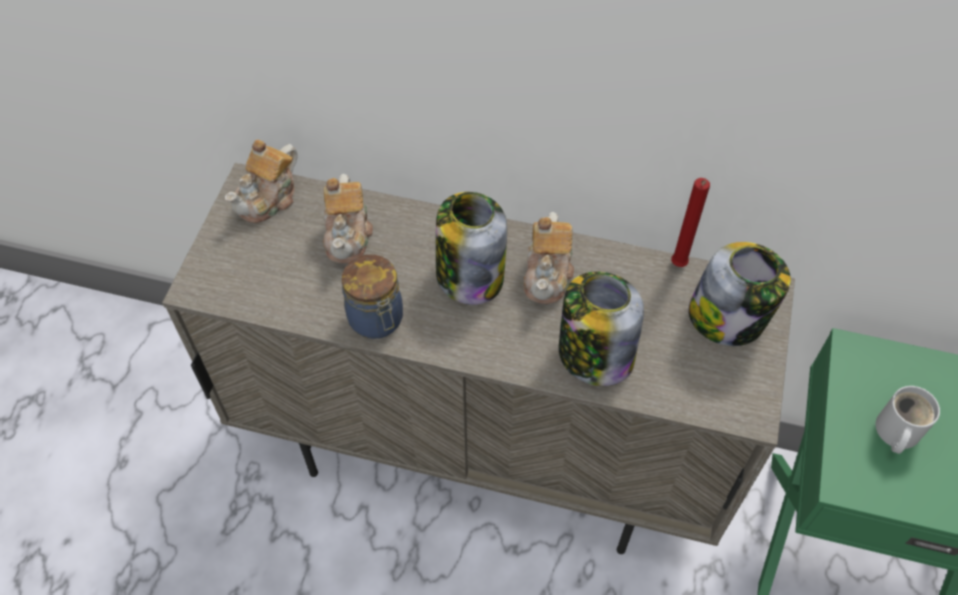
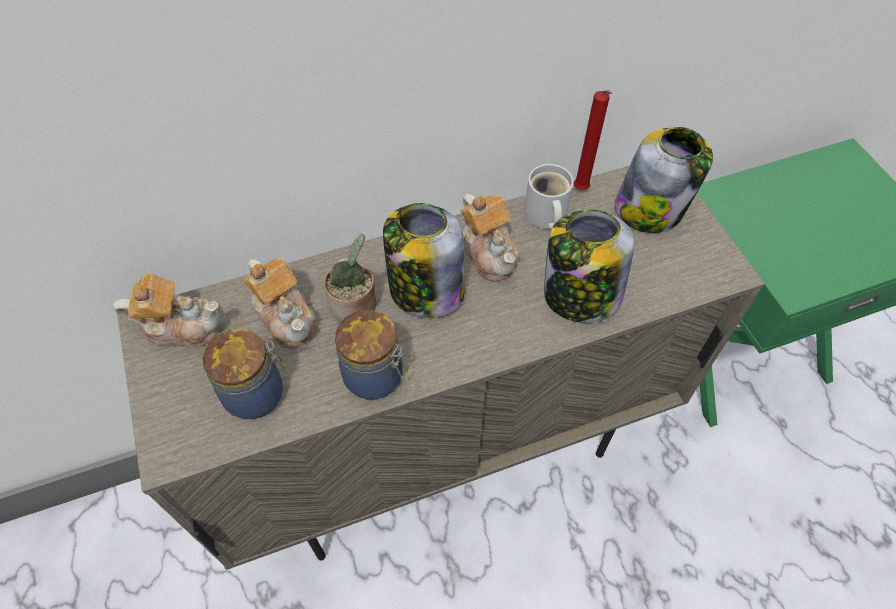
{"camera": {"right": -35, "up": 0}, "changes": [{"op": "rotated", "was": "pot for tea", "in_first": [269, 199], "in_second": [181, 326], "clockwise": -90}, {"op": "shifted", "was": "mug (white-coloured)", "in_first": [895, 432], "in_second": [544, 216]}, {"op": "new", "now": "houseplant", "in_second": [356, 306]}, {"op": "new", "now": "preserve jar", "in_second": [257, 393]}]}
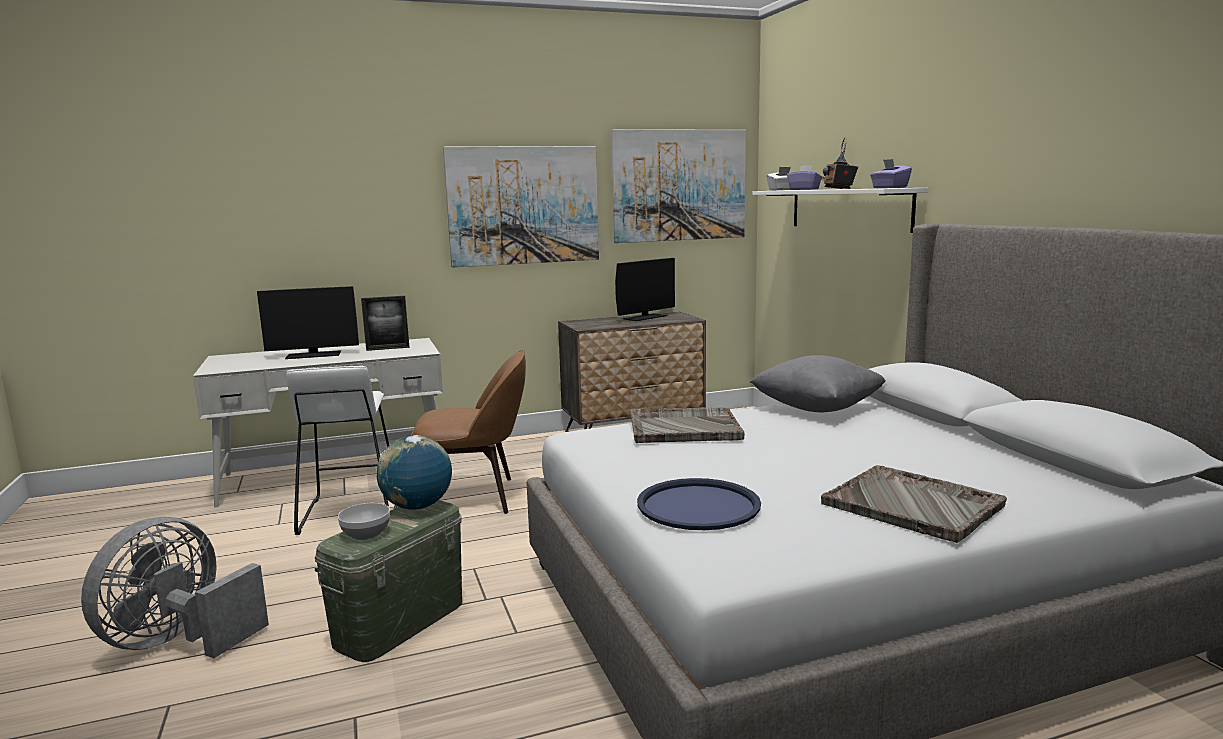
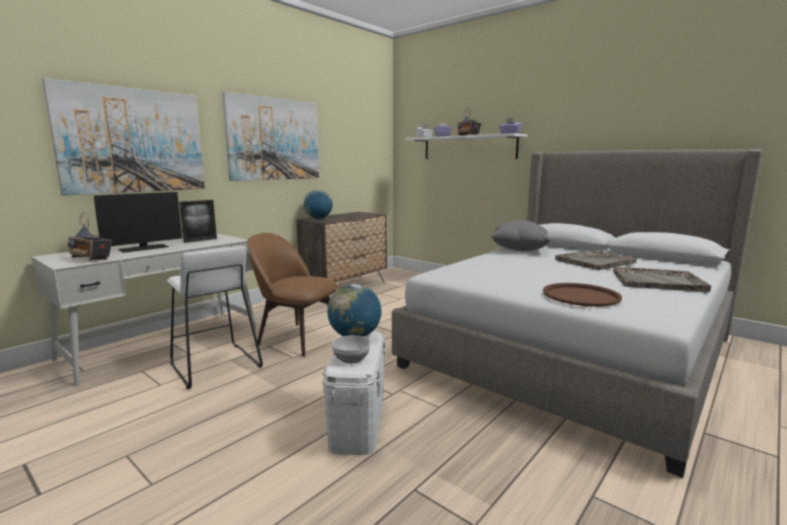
{"camera": {"right": -30, "up": 0}, "changes": [{"op": "shifted", "was": "wall picture", "in_first": [679, 185], "in_second": [133, 141]}, {"op": "gone", "was": "computer screen", "in_first": [645, 317]}, {"op": "rotated", "was": "chair (brown-coloured)", "in_first": [475, 497], "in_second": [296, 338], "clockwise": -120}, {"op": "shifted", "was": "carrying tray (gray)", "in_first": [683, 428], "in_second": [594, 261]}, {"op": "repainted", "was": "carrying tray (blue-coloured)", "now": "carrying tray (brown-coloured)", "in_first": [698, 506], "in_second": [581, 296]}, {"op": "repainted", "was": "storage container (green-coloured)", "now": "storage container (white-coloured)", "in_first": [400, 622], "in_second": [357, 423]}, {"op": "gone", "was": "fan (gray)", "in_first": [179, 641]}, {"op": "new", "now": "globe", "in_second": [318, 218]}, {"op": "new", "now": "radio", "in_second": [91, 259]}]}
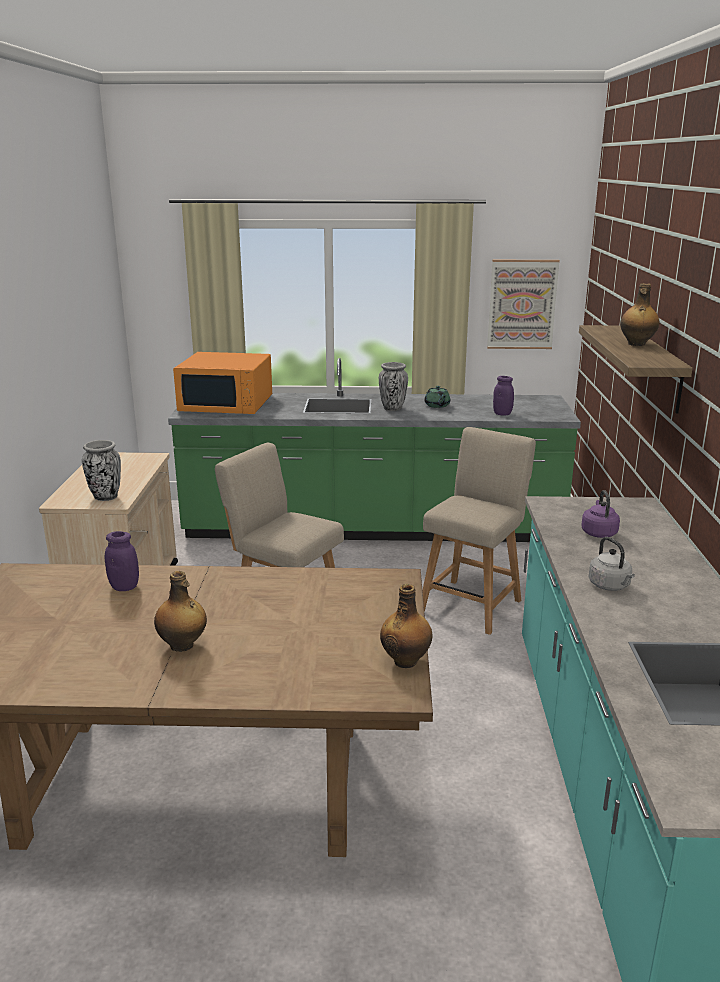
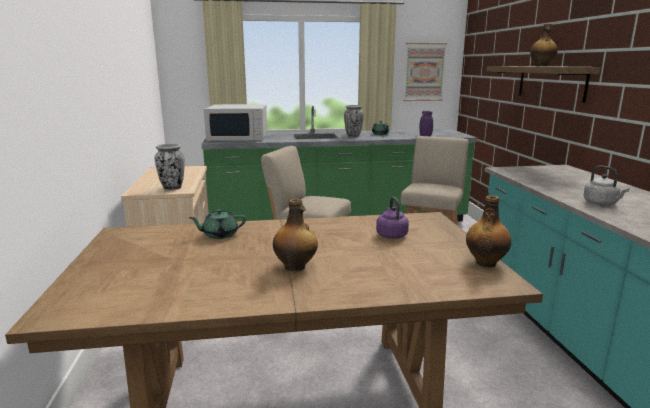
{"camera": {"right": -10, "up": -5}, "changes": [{"op": "repainted", "was": "microwave (orange-coloured)", "now": "microwave (white-coloured)", "in_first": [227, 404], "in_second": [239, 137]}, {"op": "shifted", "was": "kettle (purple)", "in_first": [598, 532], "in_second": [391, 235]}, {"op": "swapped", "was": "preserve jar (purple)", "now": "pot for tea (green-coloured)", "in_first": [124, 587], "in_second": [219, 235]}]}
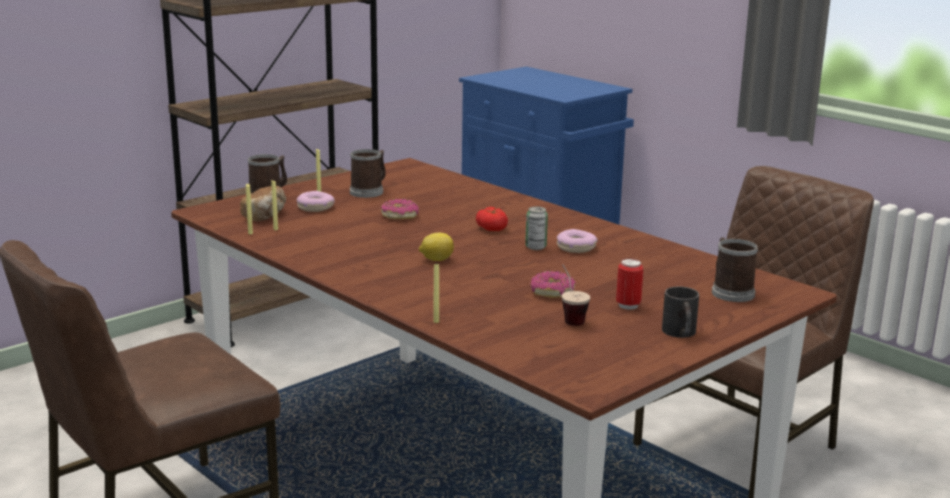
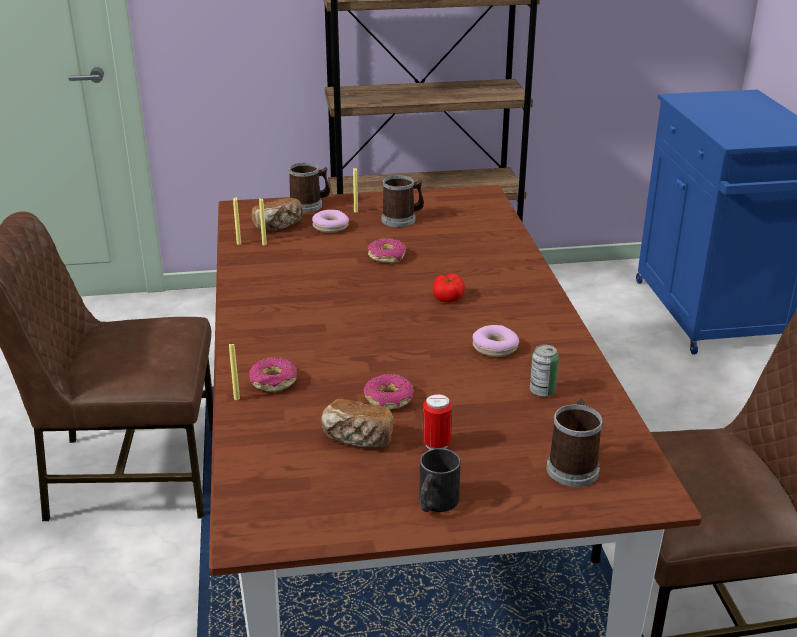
{"camera": {"right": 35, "up": 10}, "changes": [{"op": "shifted", "was": "metal can", "in_first": [535, 247], "in_second": [542, 391]}, {"op": "gone", "was": "lemon", "in_first": [436, 260]}, {"op": "swapped", "was": "drinking cup", "now": "baked bread", "in_first": [570, 318], "in_second": [357, 439]}, {"op": "new", "now": "donut", "in_second": [273, 381]}]}
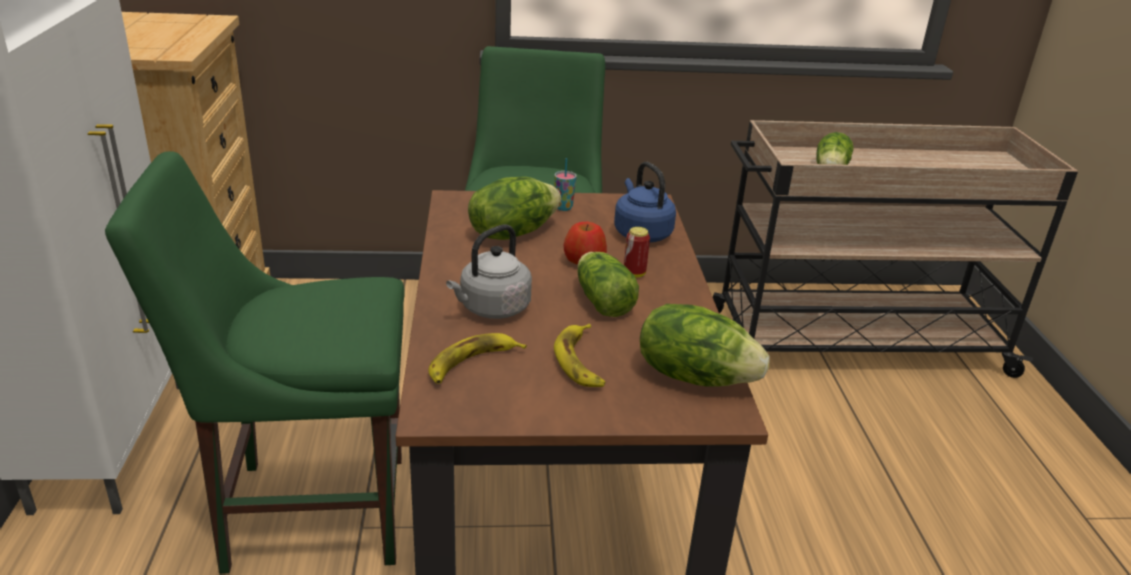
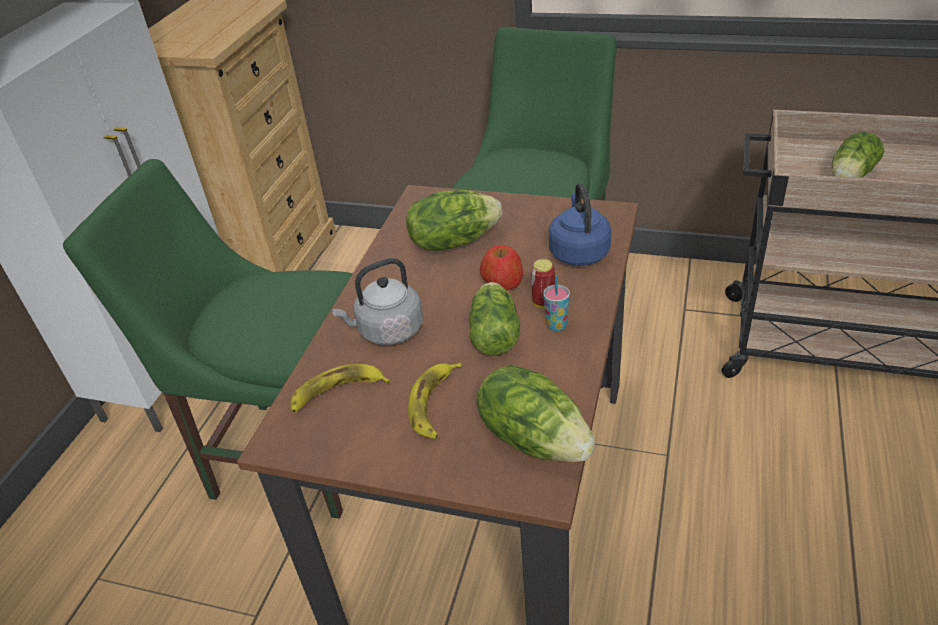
{"camera": {"right": 25, "up": 10}, "changes": [{"op": "shifted", "was": "drinking cup", "in_first": [563, 208], "in_second": [556, 325]}]}
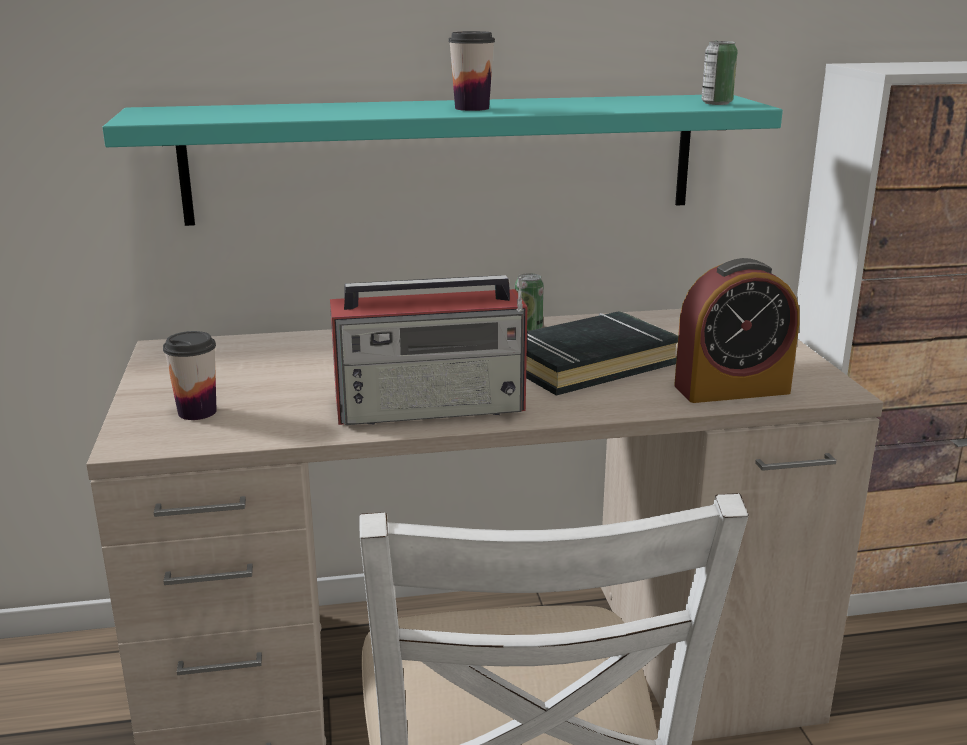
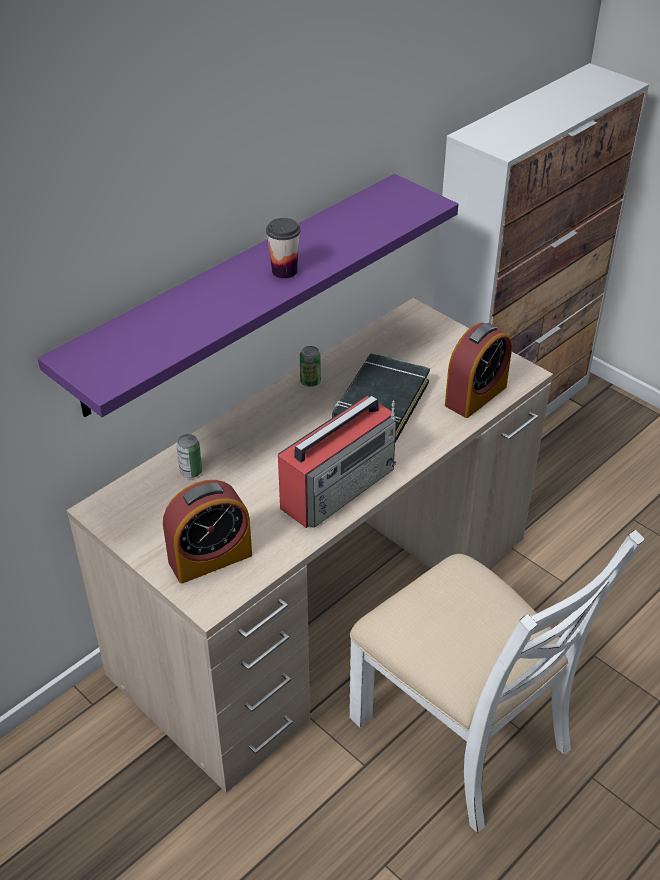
{"camera": {"right": -35, "up": 20}, "changes": [{"op": "shifted", "was": "metal can", "in_first": [716, 103], "in_second": [191, 472]}, {"op": "repainted", "was": "bracket shelf (turquoise-coloured)", "now": "bracket shelf (purple)", "in_first": [443, 158], "in_second": [238, 291]}, {"op": "swapped", "was": "drinking cup", "now": "table clock", "in_first": [197, 412], "in_second": [210, 558]}]}
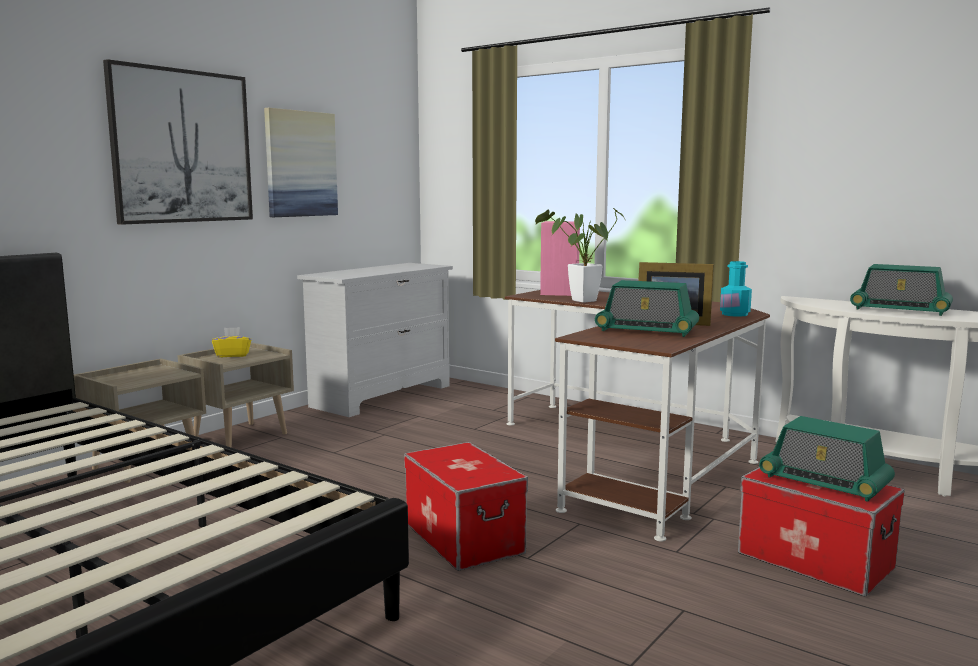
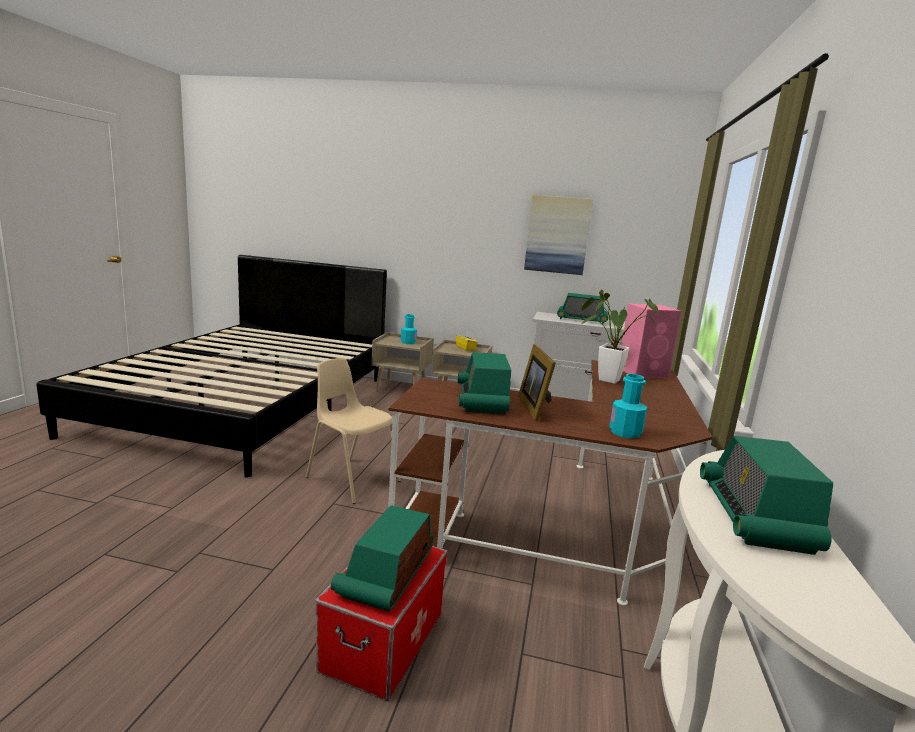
{"camera": {"right": 65, "up": 5}, "changes": [{"op": "gone", "was": "wall picture", "in_first": [182, 146]}, {"op": "swapped", "was": "storage container", "now": "chair (sand-coloured)", "in_first": [463, 538], "in_second": [352, 479]}, {"op": "new", "now": "radio", "in_second": [581, 320]}, {"op": "new", "now": "beverage bottle (turquoise-coloured)", "in_second": [408, 342]}]}
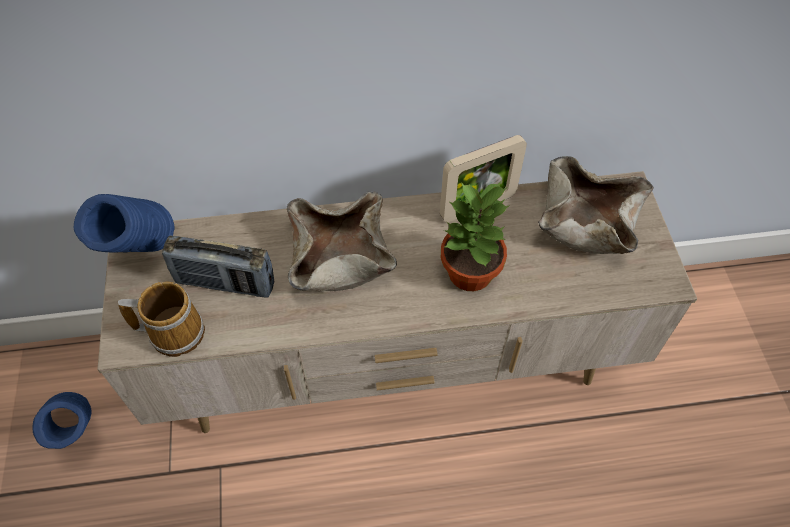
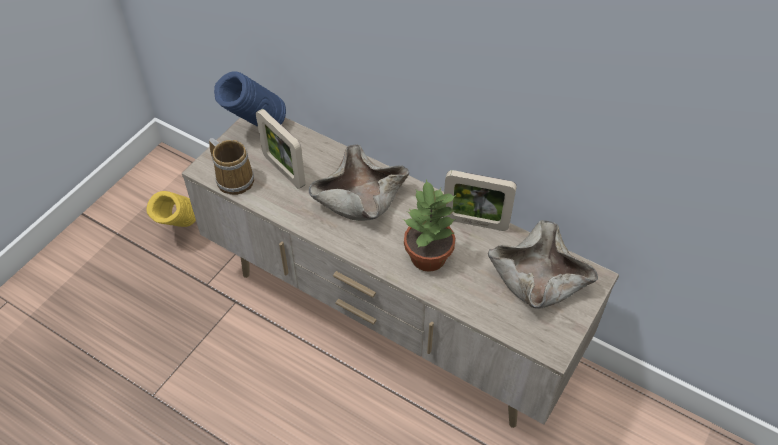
{"camera": {"right": 40, "up": -5}, "changes": [{"op": "swapped", "was": "radio", "now": "standing frame", "in_first": [225, 283], "in_second": [284, 171]}, {"op": "repainted", "was": "flower vase (blue-coloured)", "now": "flower vase (yellow)", "in_first": [80, 435], "in_second": [180, 230]}]}
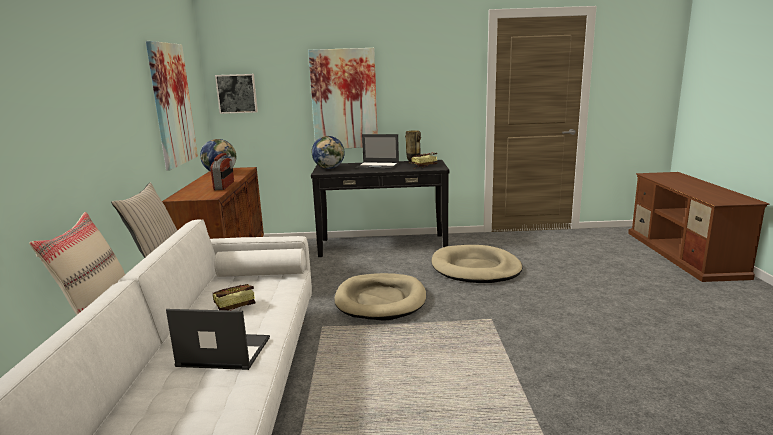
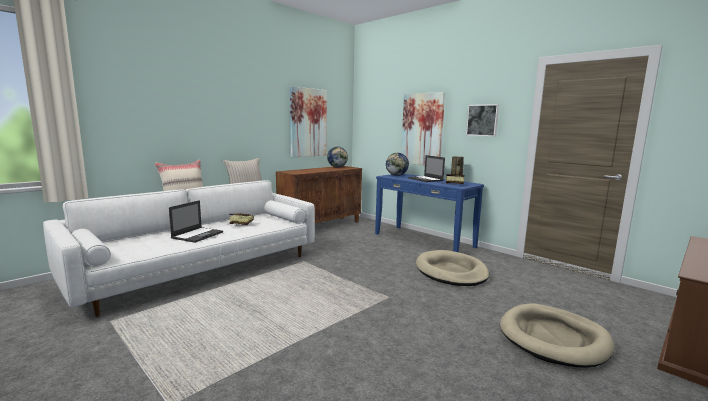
{"camera": {"right": 45, "up": -5}, "changes": [{"op": "shifted", "was": "wall picture", "in_first": [237, 93], "in_second": [482, 120]}, {"op": "gone", "was": "radio", "in_first": [224, 186]}, {"op": "repainted", "was": "hall table (blackish)", "now": "hall table (blue-coloured)", "in_first": [382, 245], "in_second": [423, 240]}, {"op": "shifted", "was": "dog cushion (sand-coloured)", "in_first": [380, 300], "in_second": [554, 338]}, {"op": "rotated", "was": "laptop", "in_first": [223, 352], "in_second": [198, 235], "clockwise": 60}]}
